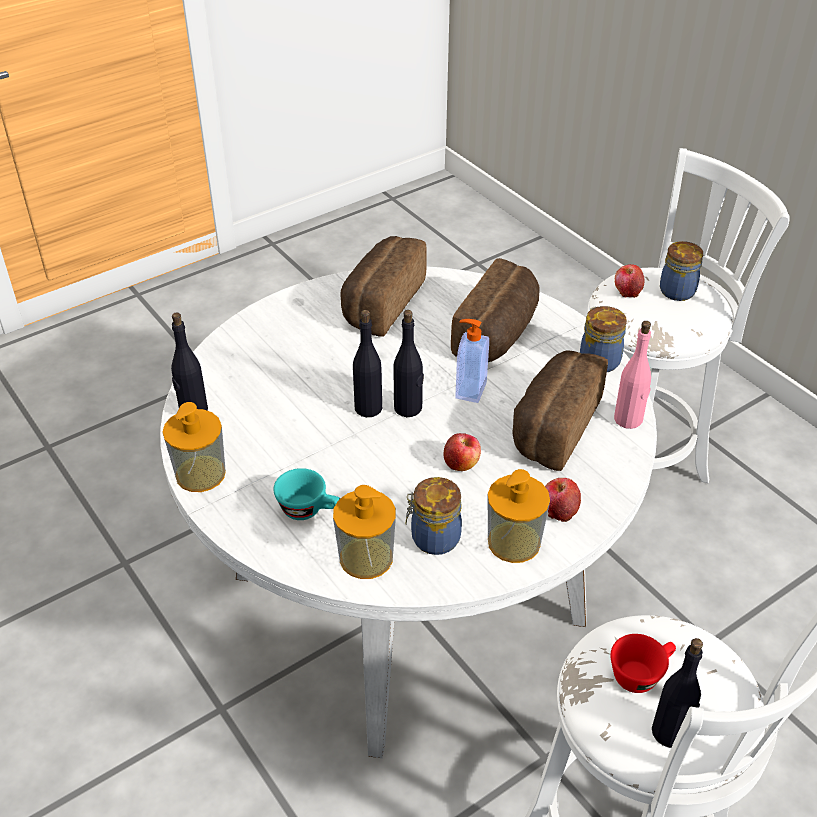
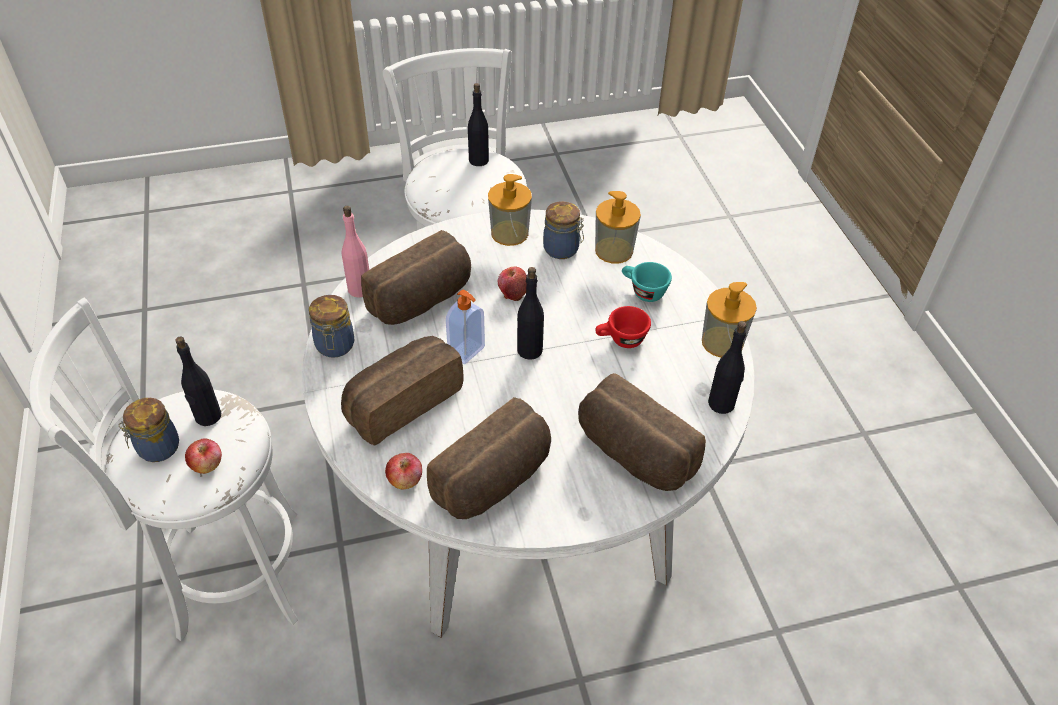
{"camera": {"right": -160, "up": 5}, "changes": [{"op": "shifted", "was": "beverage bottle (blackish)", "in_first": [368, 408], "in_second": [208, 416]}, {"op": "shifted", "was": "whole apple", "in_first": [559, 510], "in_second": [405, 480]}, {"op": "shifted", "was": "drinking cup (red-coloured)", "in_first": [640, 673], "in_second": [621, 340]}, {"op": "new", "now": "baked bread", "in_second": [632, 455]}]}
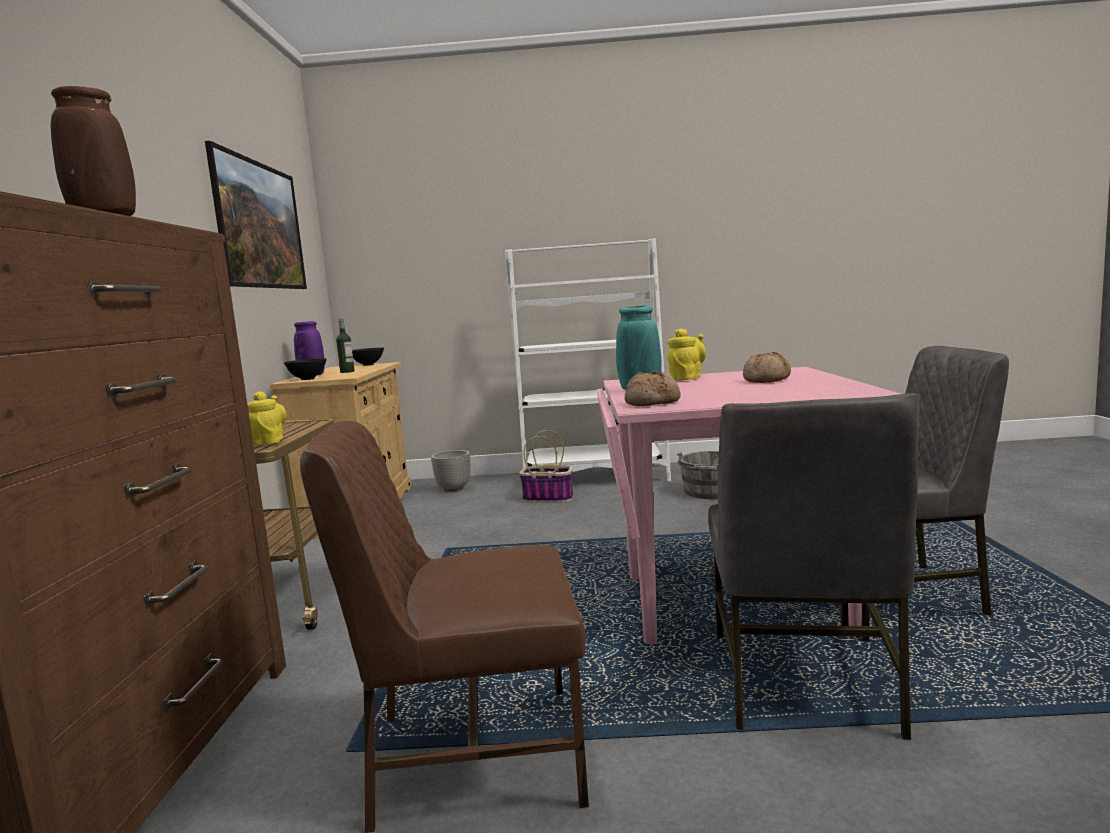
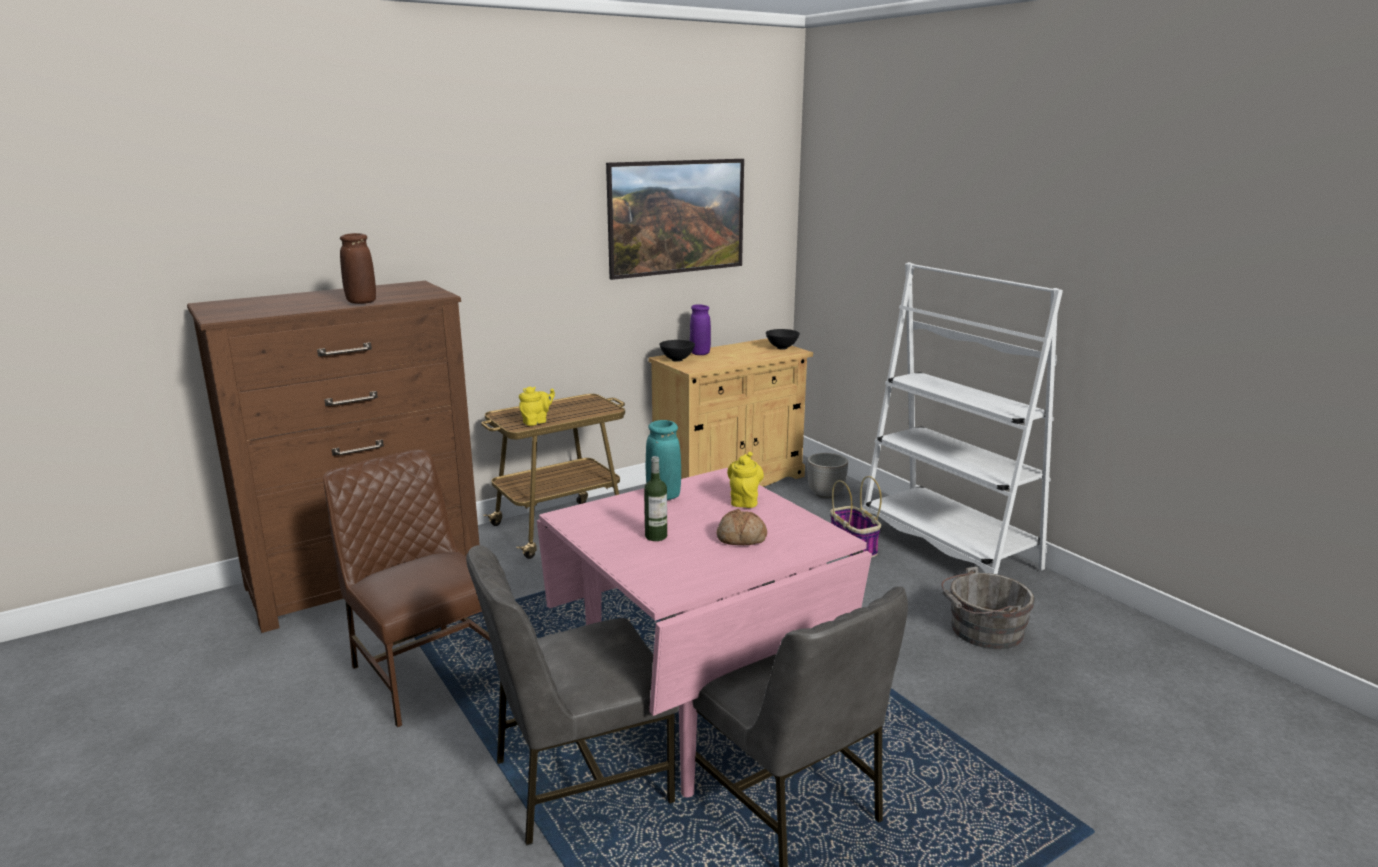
{"camera": {"right": 55, "up": 10}, "changes": [{"op": "shifted", "was": "beverage bottle", "in_first": [347, 372], "in_second": [656, 536]}, {"op": "rotated", "was": "pot for tea (yellow)", "in_first": [687, 378], "in_second": [744, 500], "clockwise": -90}, {"op": "gone", "was": "baked bread", "in_first": [652, 402]}]}
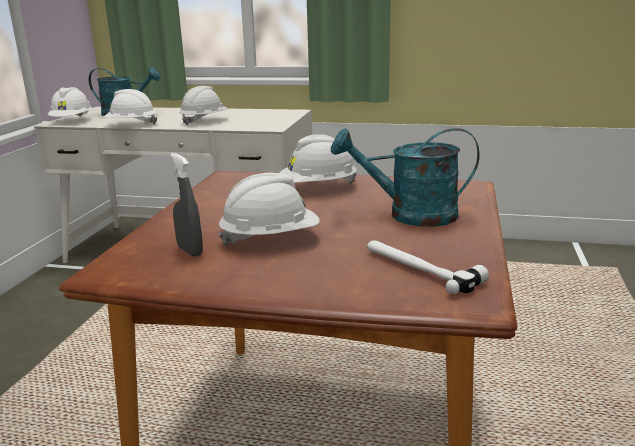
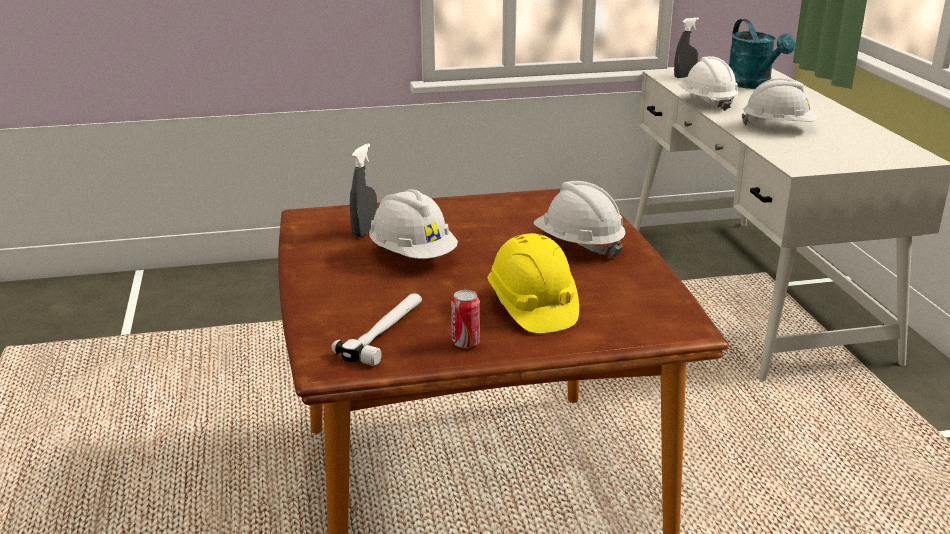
{"camera": {"right": 65, "up": 5}, "changes": [{"op": "swapped", "was": "safety helmet (white-coloured)", "now": "hand sprayer (gray)", "in_first": [72, 121], "in_second": [684, 76]}, {"op": "swapped", "was": "sprinkling can (turquoise-coloured)", "now": "safety helmet (yellow)", "in_first": [410, 215], "in_second": [532, 307]}, {"op": "new", "now": "metal can", "in_second": [465, 343]}]}
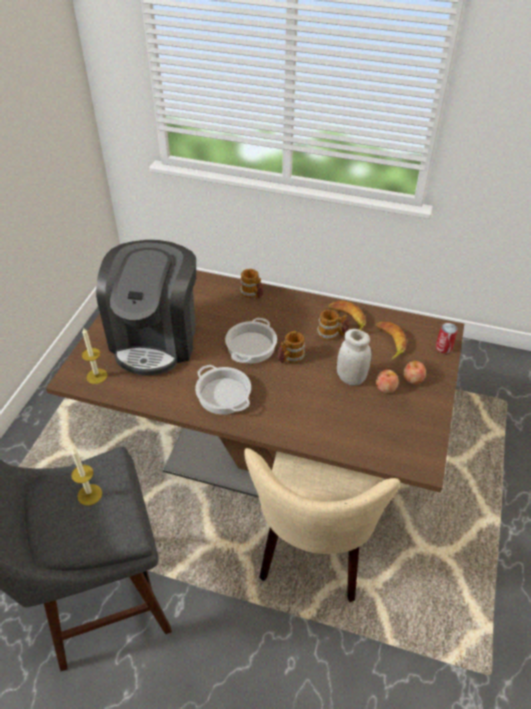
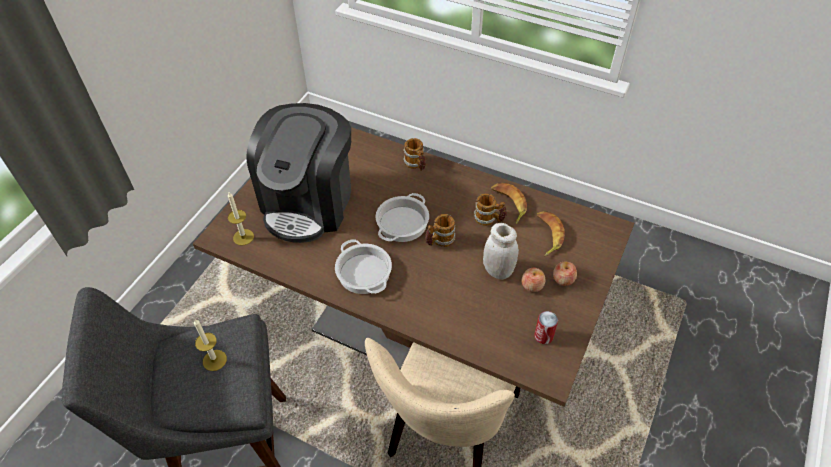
{"camera": {"right": 10, "up": 5}, "changes": [{"op": "shifted", "was": "metal can", "in_first": [443, 348], "in_second": [543, 336]}]}
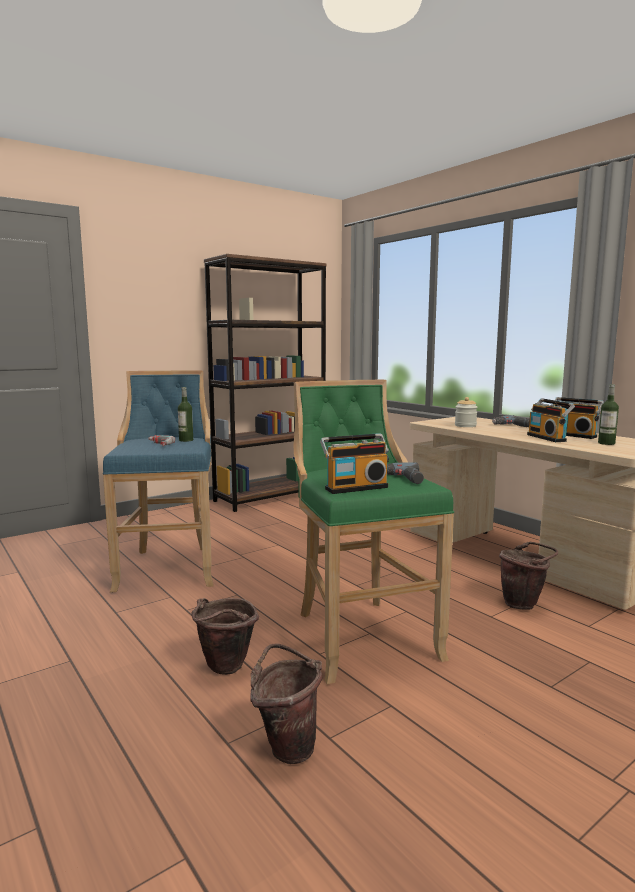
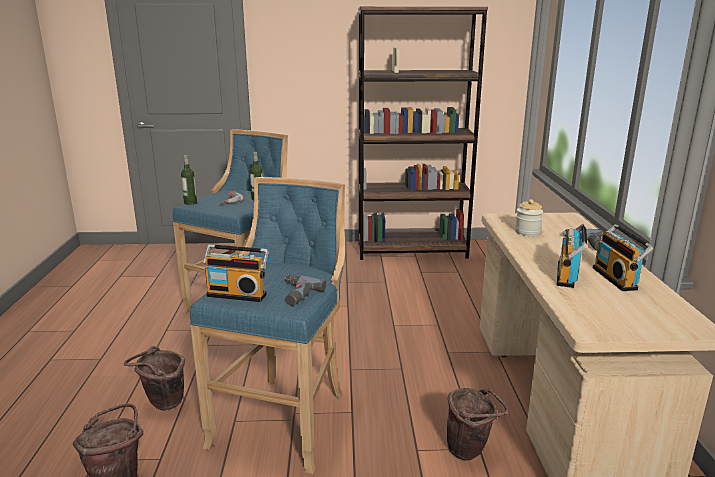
{"camera": {"right": 35, "up": 10}, "changes": [{"op": "repainted", "was": "sitting stool (green-coloured)", "now": "sitting stool (blue-coloured)", "in_first": [360, 635], "in_second": [285, 418]}, {"op": "shifted", "was": "beverage bottle", "in_first": [606, 443], "in_second": [190, 203]}]}
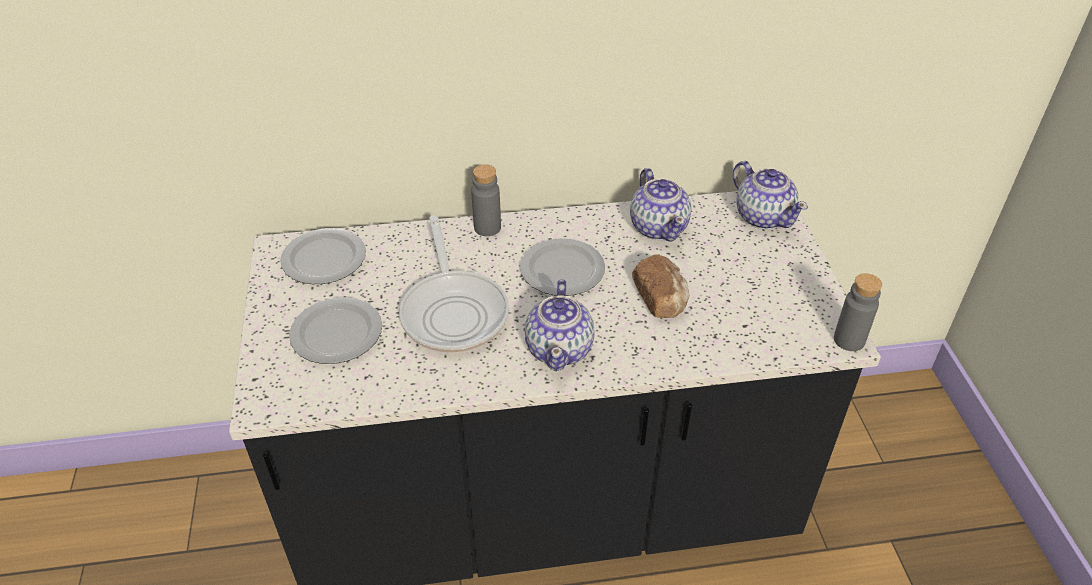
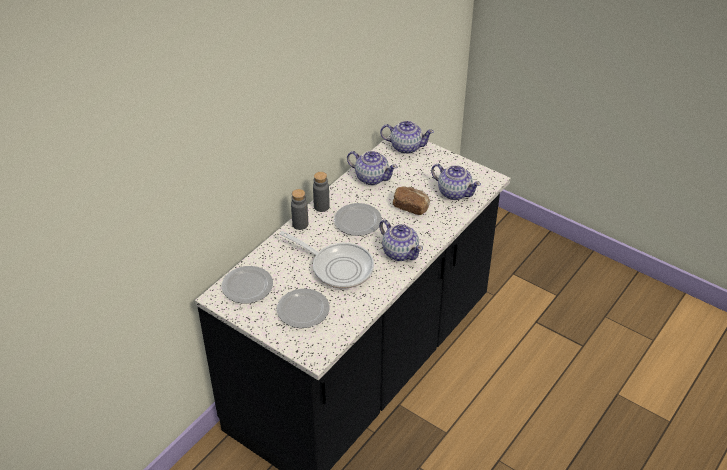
{"camera": {"right": -45, "up": 0}, "changes": [{"op": "shifted", "was": "beverage bottle (gray)", "in_first": [849, 340], "in_second": [321, 206]}, {"op": "new", "now": "pot for tea", "in_second": [454, 192]}]}
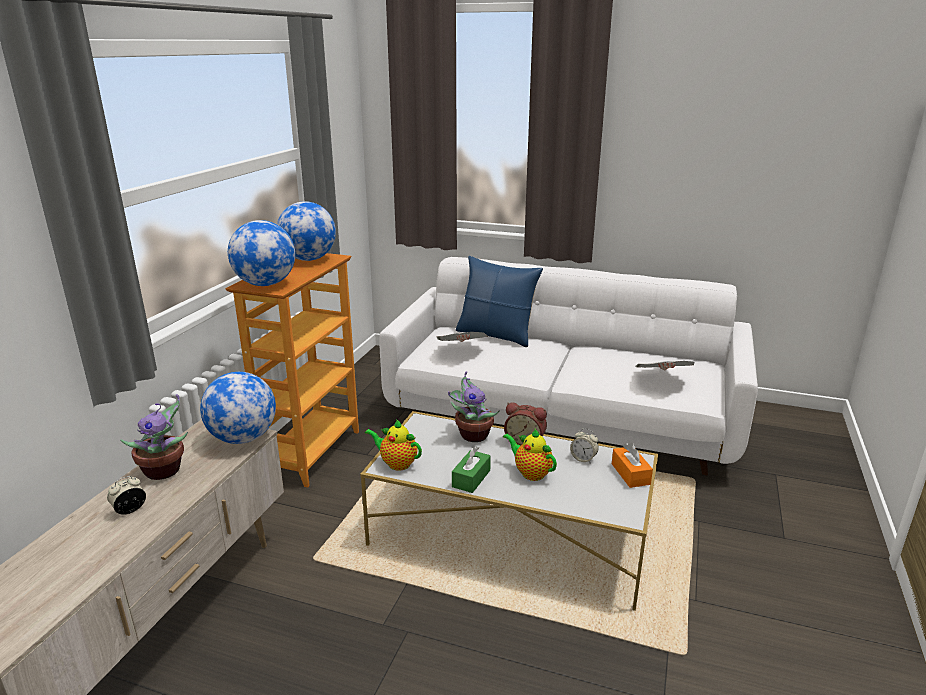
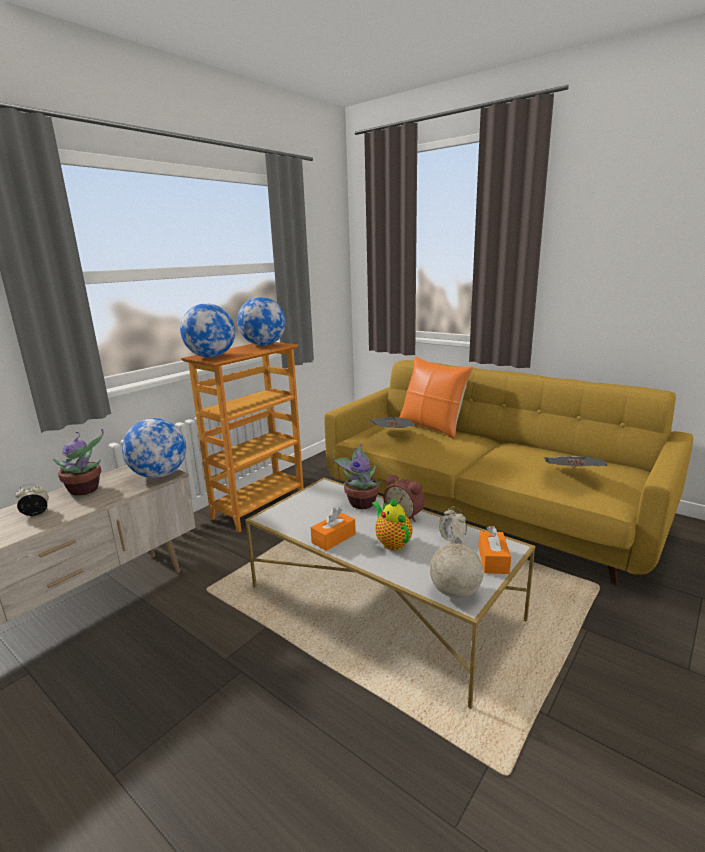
{"camera": {"right": 20, "up": -5}, "changes": [{"op": "repainted", "was": "pillow (blue-coloured)", "now": "pillow (orange-coloured)", "in_first": [496, 335], "in_second": [432, 427]}, {"op": "repainted", "was": "settee (white-coloured)", "now": "settee (yellow)", "in_first": [562, 417], "in_second": [485, 508]}, {"op": "gone", "was": "pot for tea", "in_first": [396, 463]}, {"op": "repainted", "was": "tissue box (green-coloured)", "now": "tissue box (orange-coloured)", "in_first": [471, 478], "in_second": [333, 538]}, {"op": "new", "now": "globe", "in_second": [455, 593]}]}
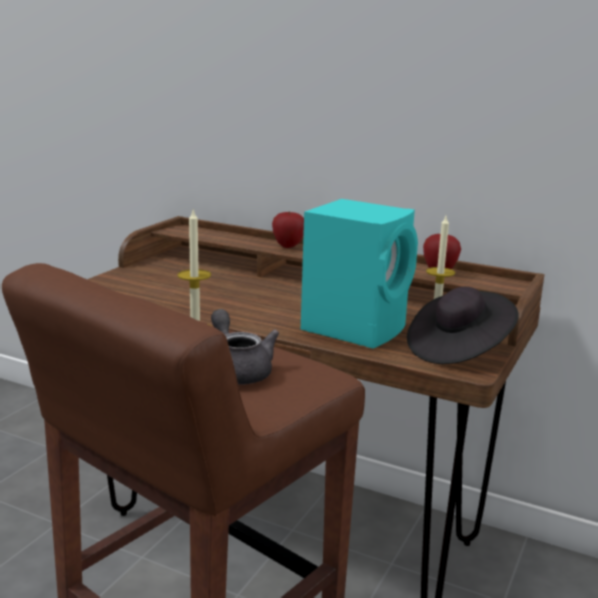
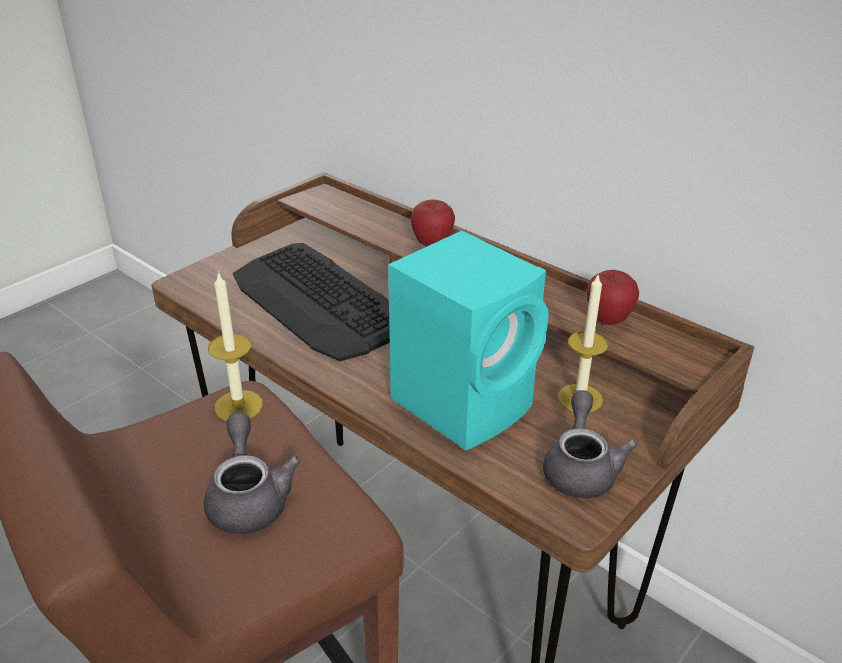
{"camera": {"right": 15, "up": 15}, "changes": [{"op": "swapped", "was": "clothing hat (blackish)", "now": "pot for tea (gray)", "in_first": [458, 350], "in_second": [580, 468]}, {"op": "new", "now": "keyboard", "in_second": [318, 302]}]}
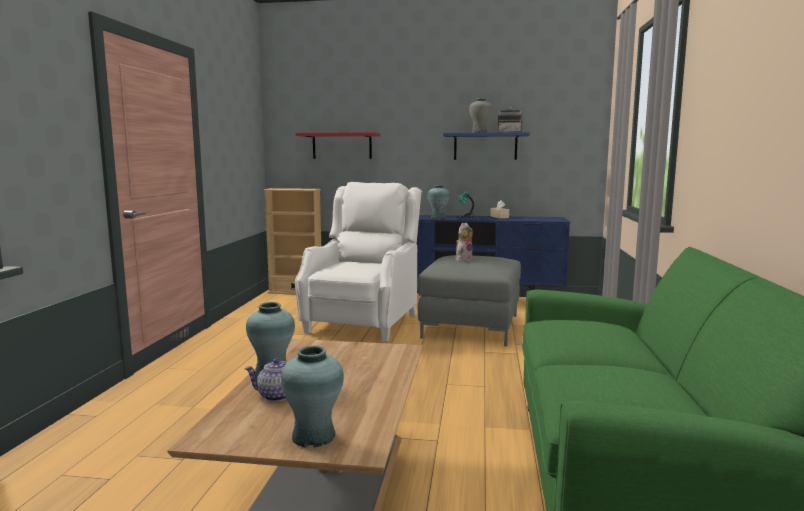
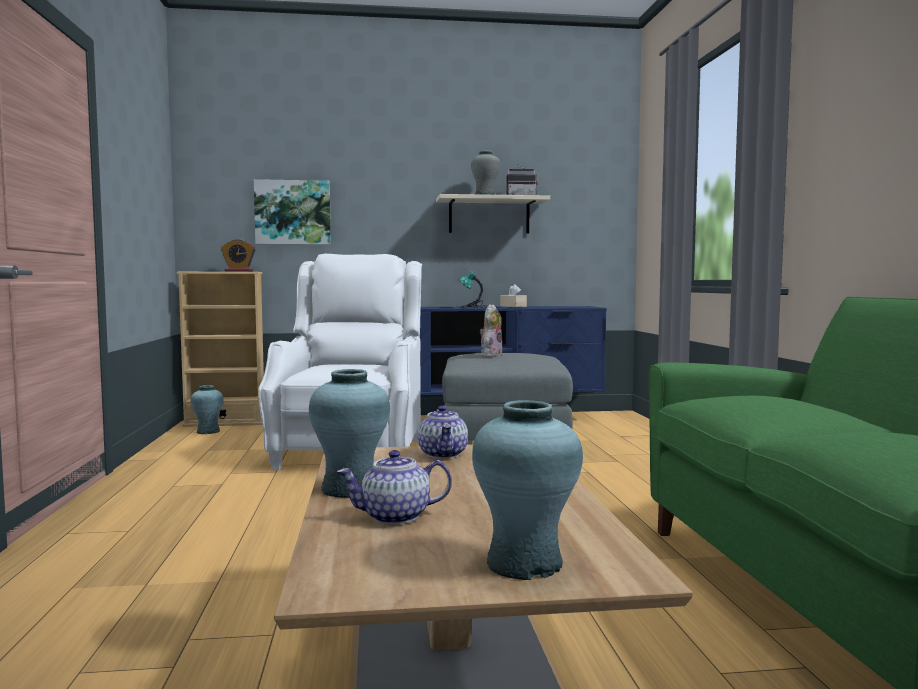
{"camera": {"right": -15, "up": -5}, "changes": [{"op": "swapped", "was": "bracket shelf (red-coloured)", "now": "wall picture", "in_first": [342, 146], "in_second": [293, 212]}, {"op": "repainted", "was": "bracket shelf (blue-coloured)", "now": "bracket shelf (sand-coloured)", "in_first": [485, 146], "in_second": [489, 216]}, {"op": "shifted", "was": "flower vase (turquoise-coloured)", "in_first": [438, 218], "in_second": [208, 432]}, {"op": "new", "now": "table clock", "in_second": [238, 271]}, {"op": "new", "now": "pot for tea", "in_second": [443, 454]}]}
